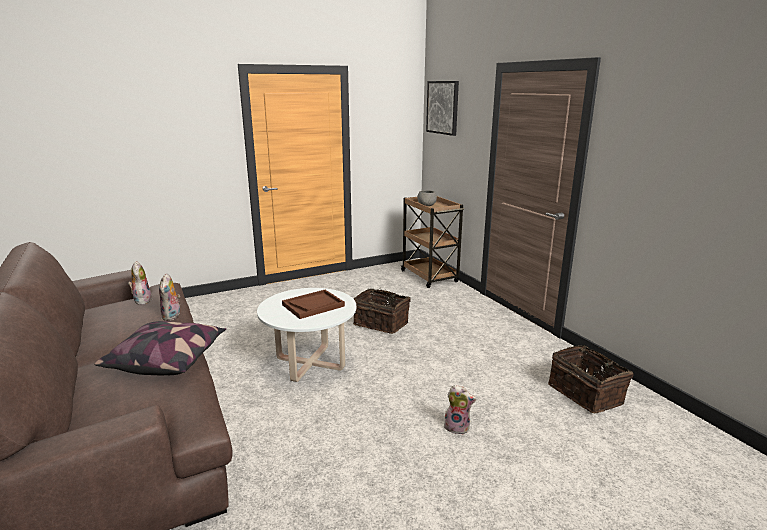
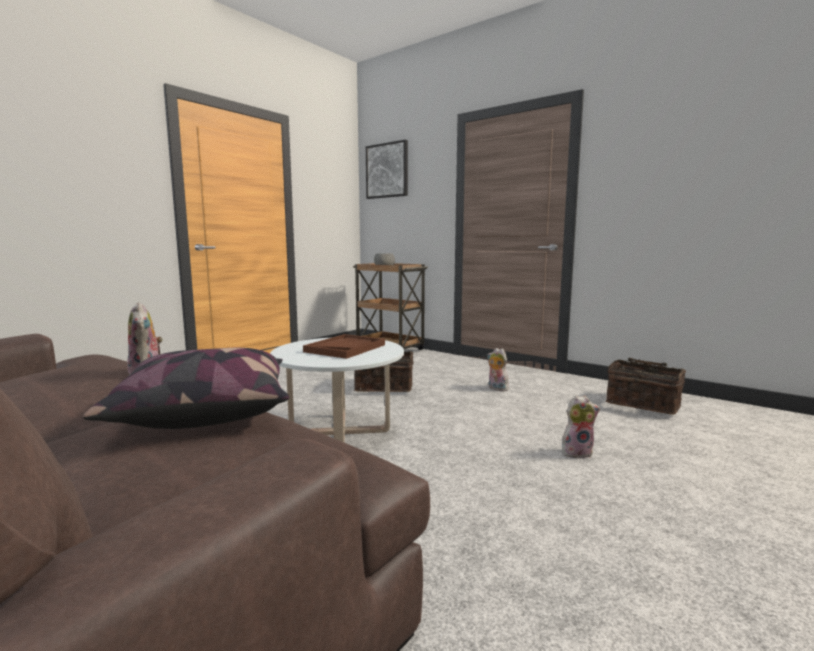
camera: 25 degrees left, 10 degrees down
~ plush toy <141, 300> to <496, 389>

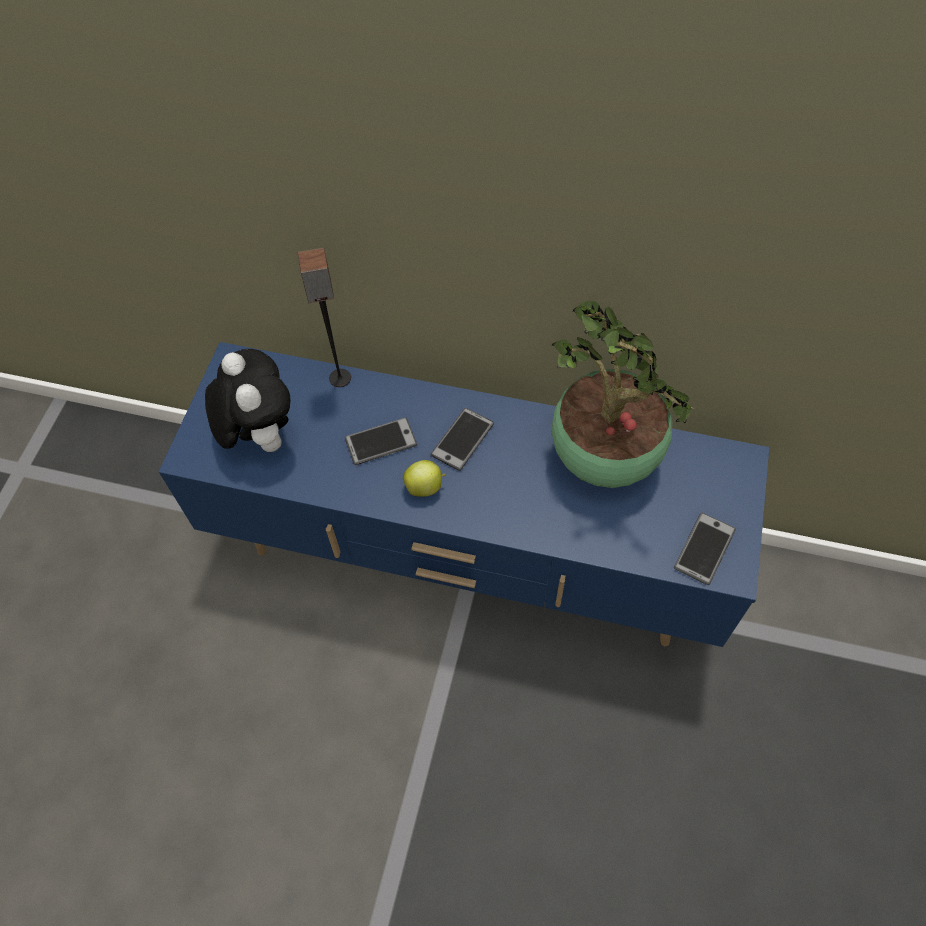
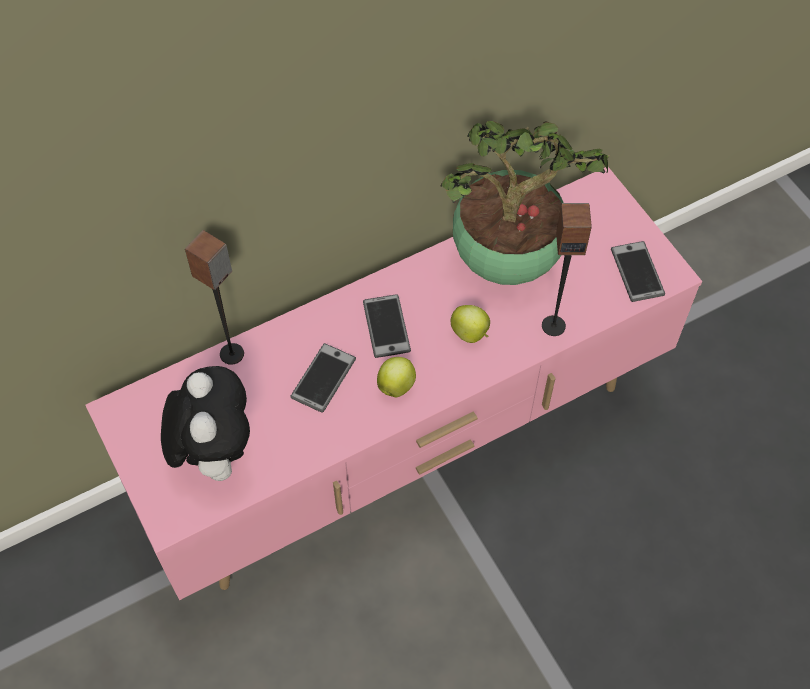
camera: 45 degrees left, 0 degrees up
~ tv stand/blue <469, 558> to tv stand/pink <405, 445>
~ plush toy <259, 435> = <214, 452> 60 degrees clockwise
+ apple <470, 333>
+ speaker <553, 325>

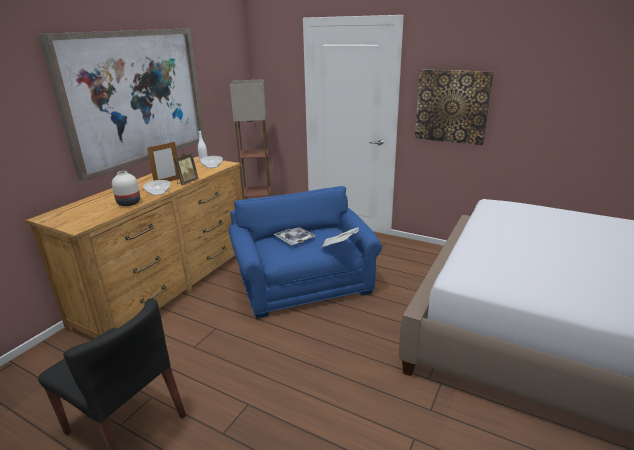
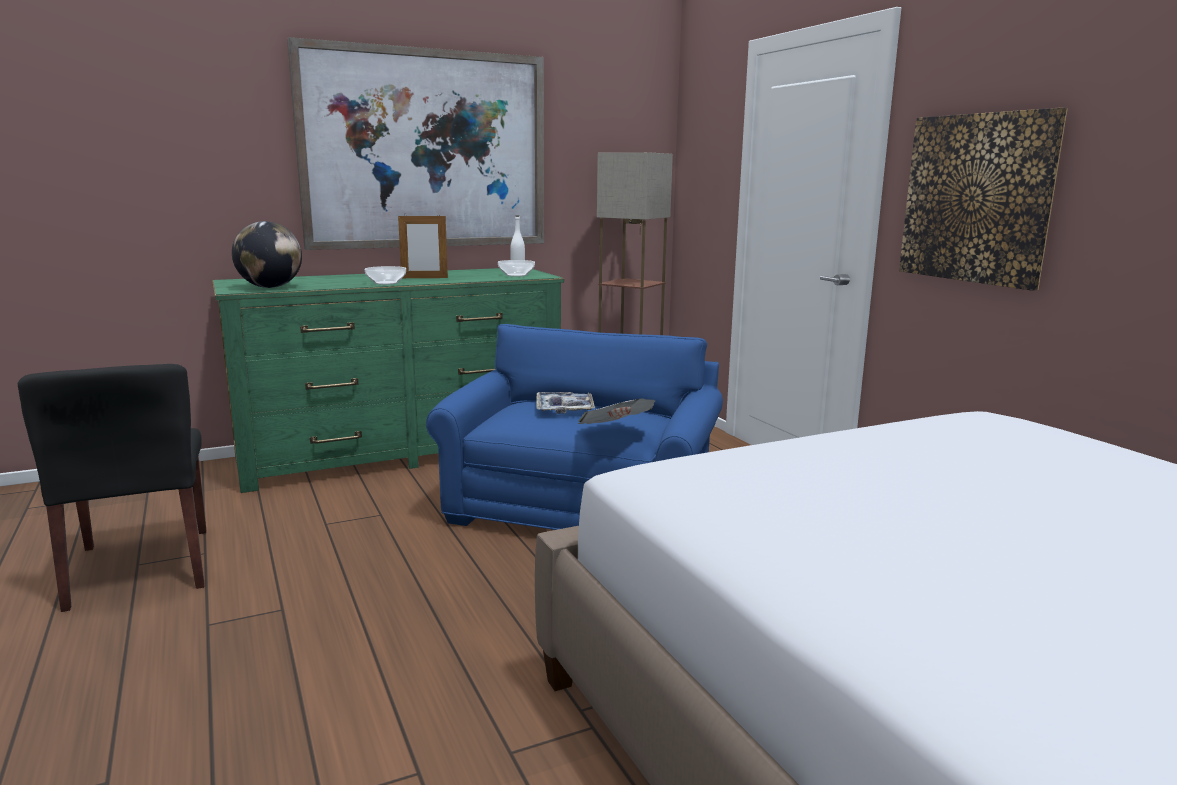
camera: 35 degrees right, 10 degrees down
~ dresser/brown <169, 285> to dresser/green <402, 452>
+ globe <270, 287>
- vase/white <129, 203>
- picture frame <187, 182>

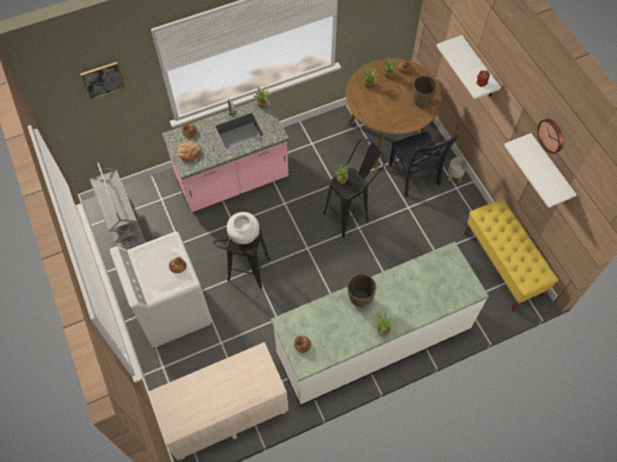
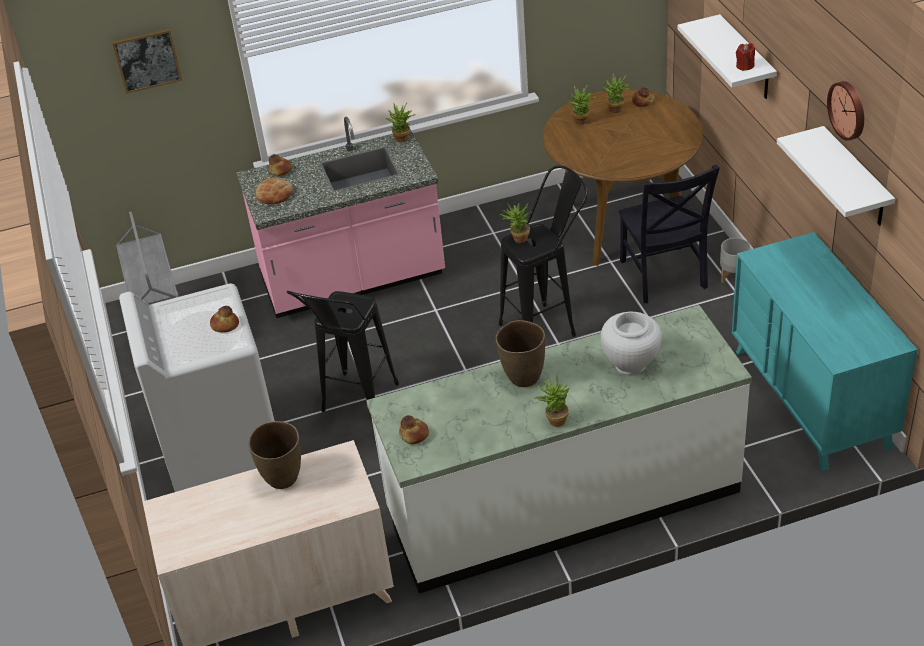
camera: 10 degrees right, 20 degrees down
~ vase/brown <421, 102> to <283, 479>
~ vase/white <244, 237> to <630, 364>
~ bench/yellow <502, 264> to dresser/turquoise <811, 398>

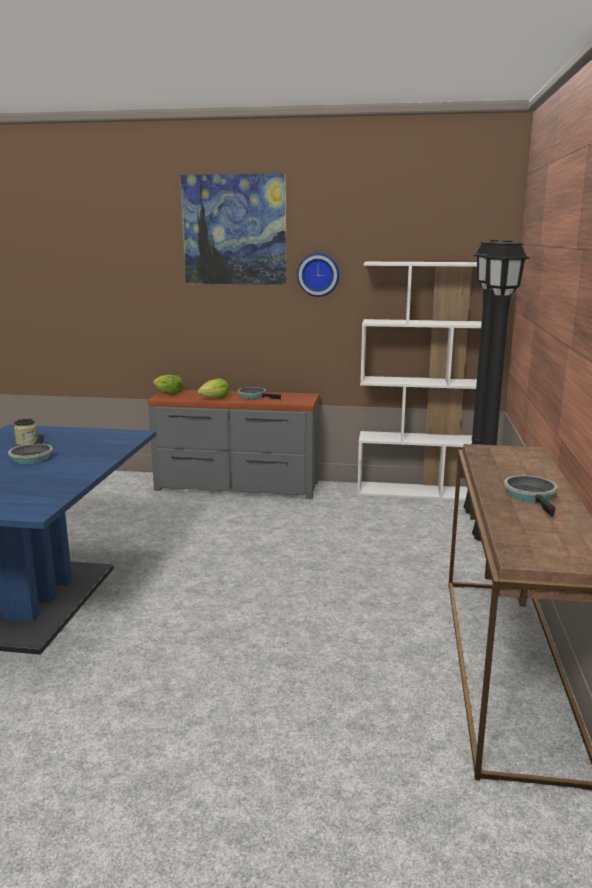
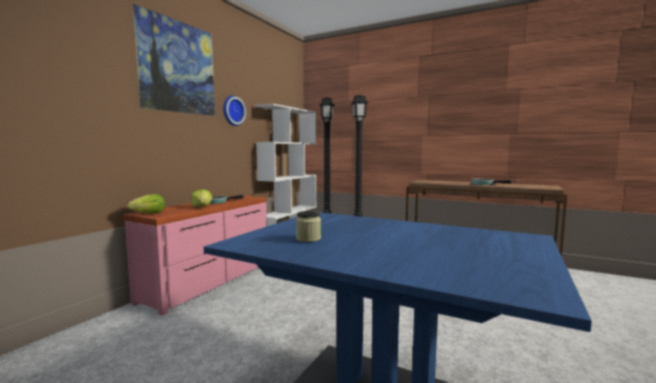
camera: 70 degrees left, 10 degrees down
~ dresser/grey <237, 487> to dresser/pink <210, 282>
- frying pan <32, 457>

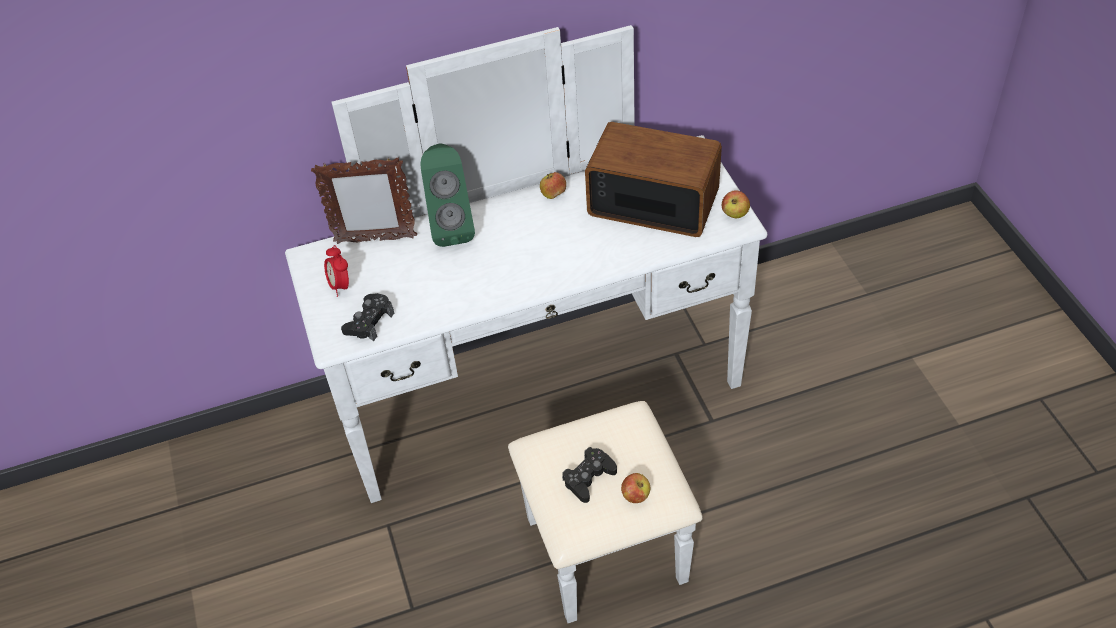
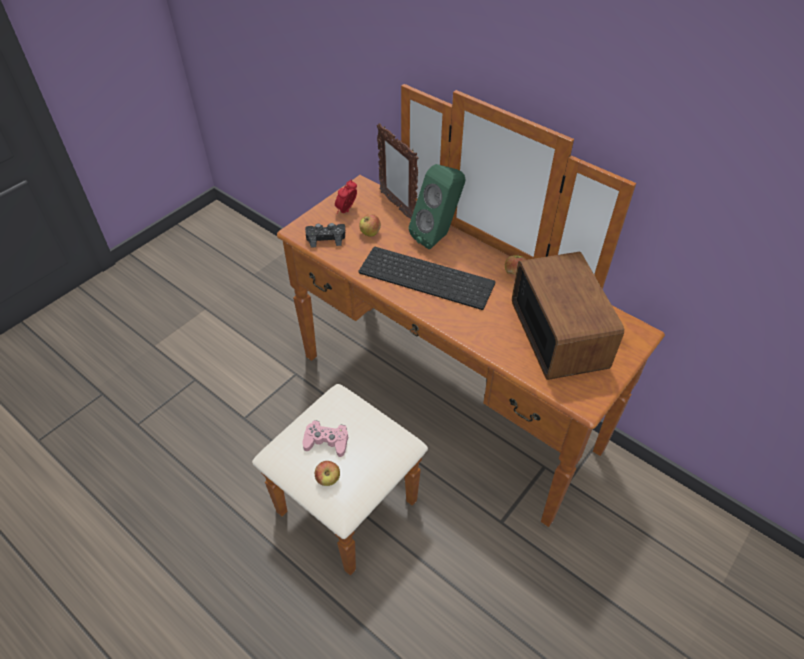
camera: 55 degrees right, 0 degrees up
~ dresser/white <556, 427> to dresser/brown <427, 424>
~ game controller/black <588, 478> to game controller/pink <326, 441>
~ apple <735, 214> to <370, 233>
+ keyboard <428, 276>

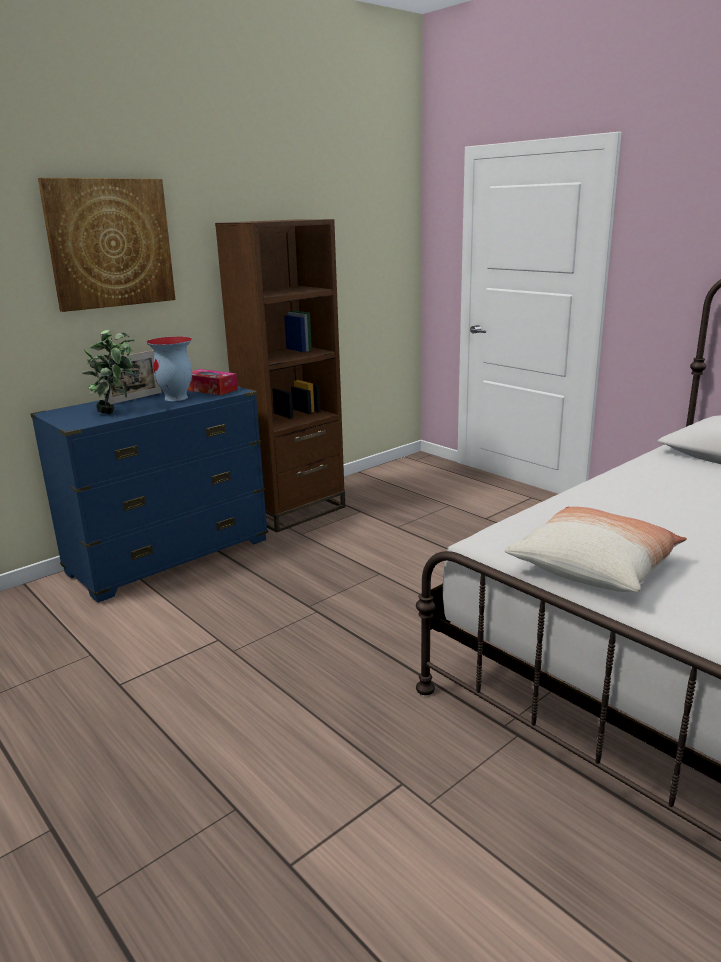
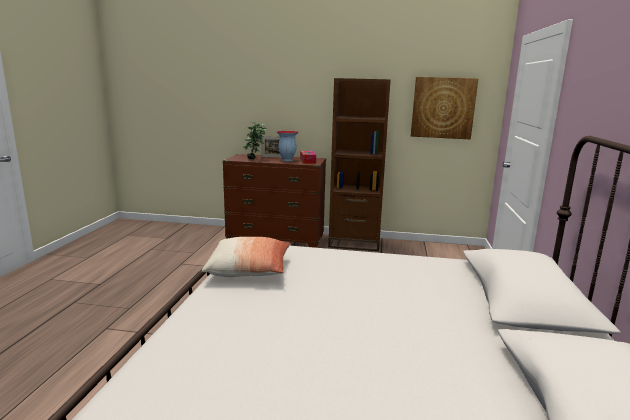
camera: 50 degrees right, 5 degrees down
~ dresser/blue <169, 557> to dresser/brown <276, 238>
~ picture <110, 243> to <443, 108>

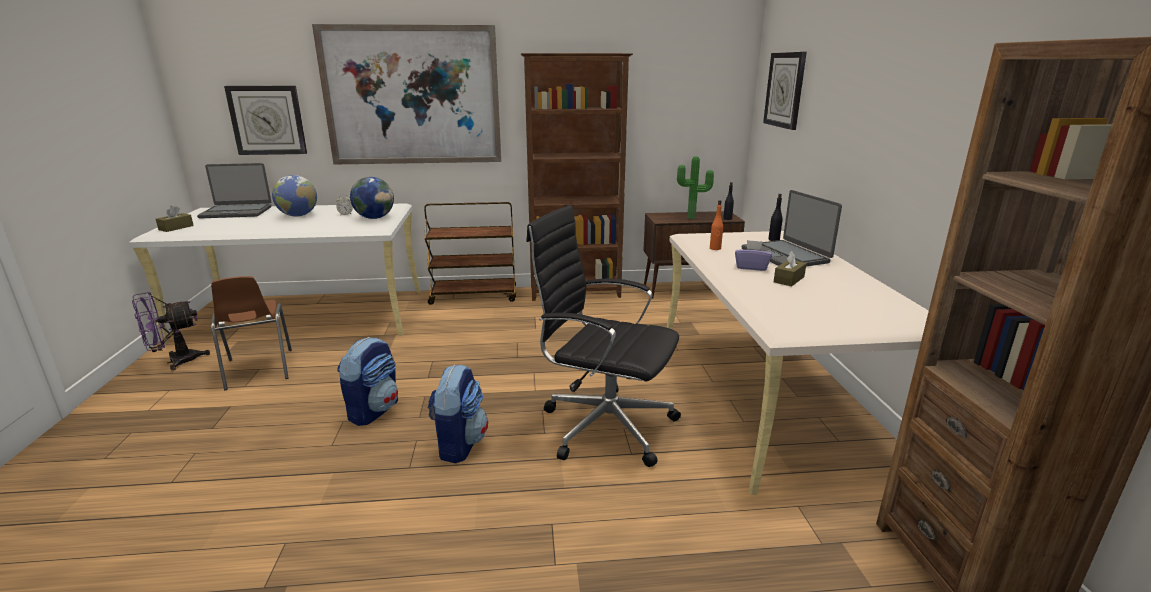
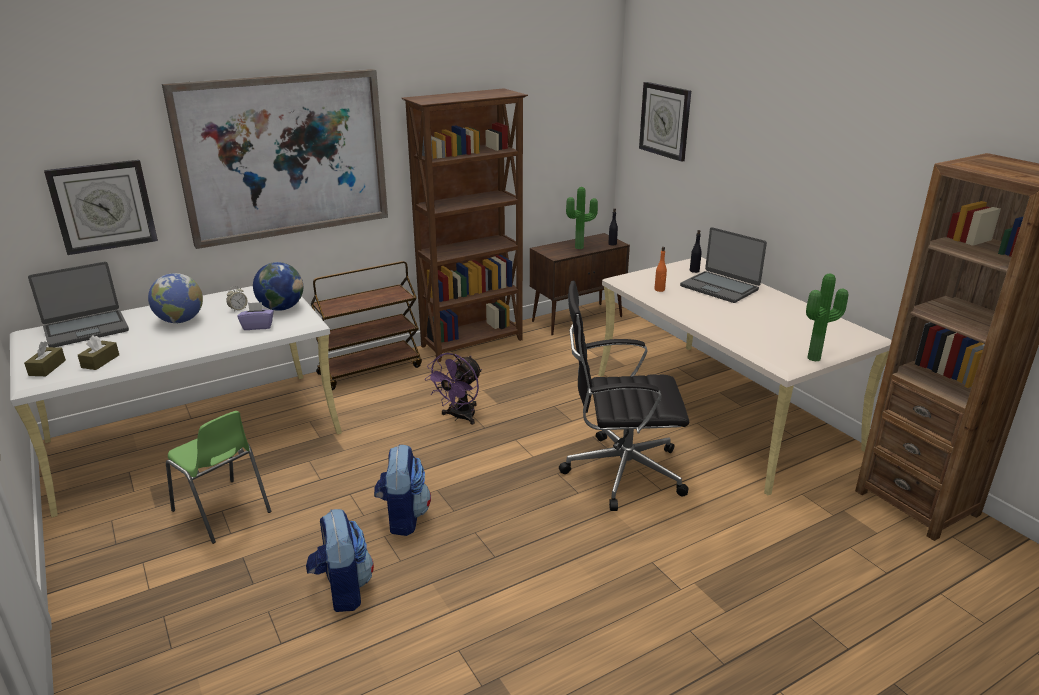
camera: 25 degrees left, 5 degrees up
~ tissue box/brown <789, 279> to <100, 361>
~ chair/brown <258, 369> to chair/green <222, 511>
~ tissue box/purple <751, 267> to <258, 326>
~ backpack <459, 444> to <343, 589>
~ fan/purple <176, 361> to <459, 417>
+ potted plant <816, 359>

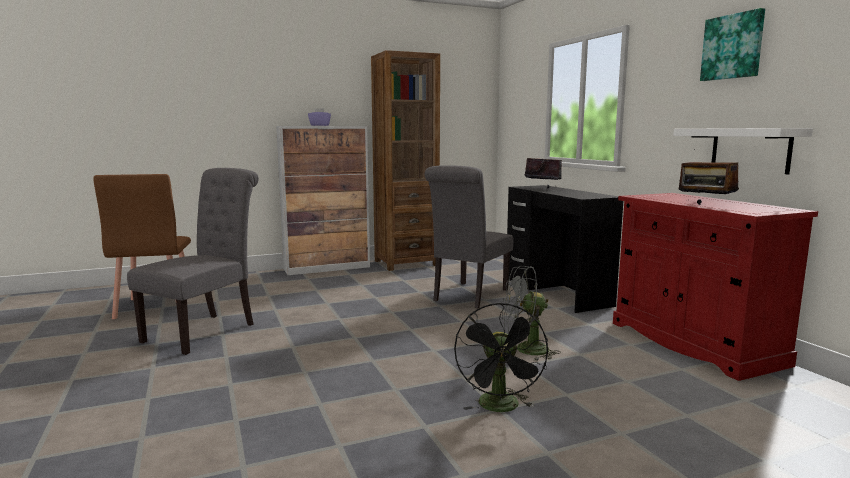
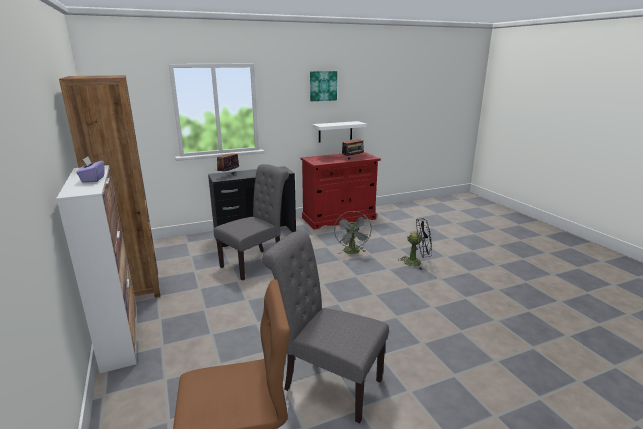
camera: 90 degrees left, 10 degrees up
~ chair/grey <468, 296> = <256, 263> 75 degrees counterclockwise

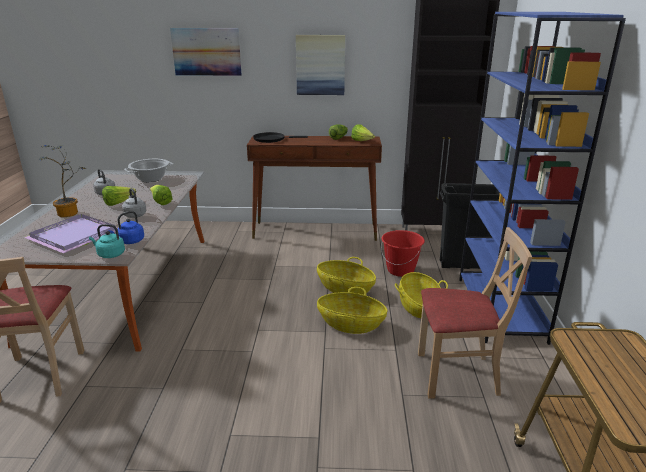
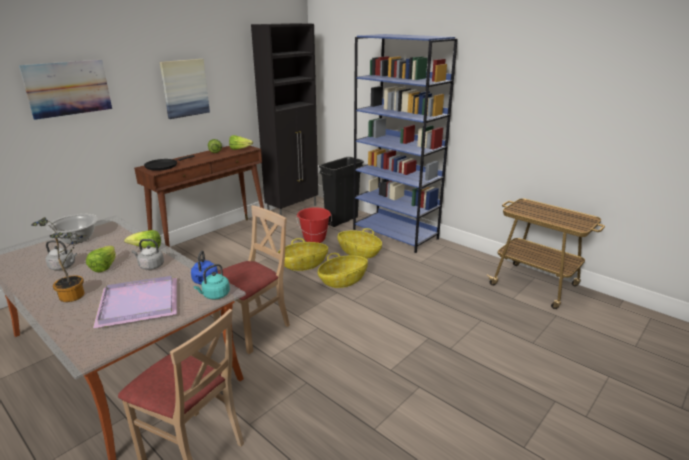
camera: 50 degrees left, 0 degrees up
~ chair/beige <457, 375> to <254, 329>

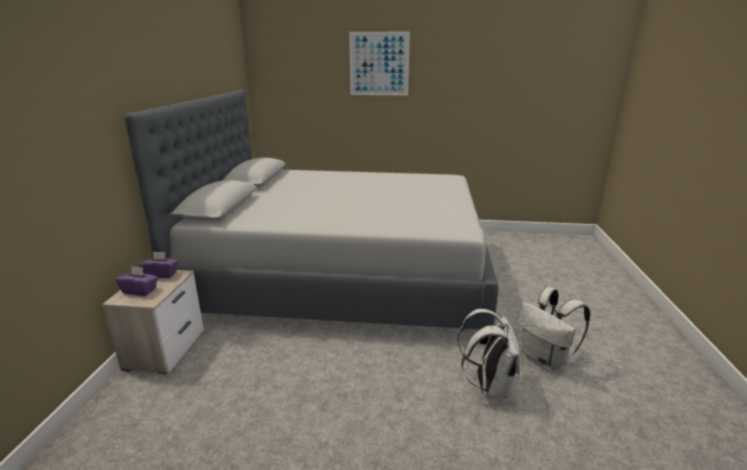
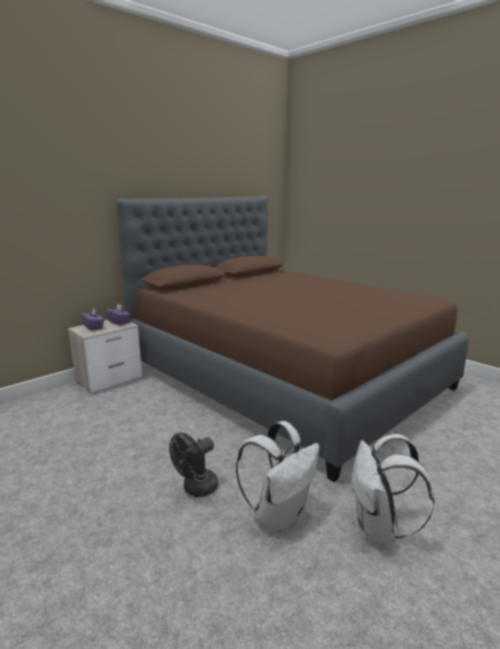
camera: 40 degrees right, 5 degrees down
~ bed/grey <343, 276> to bed/brown <284, 376>
+ fan/black <196, 489>
- picture <379, 64>

